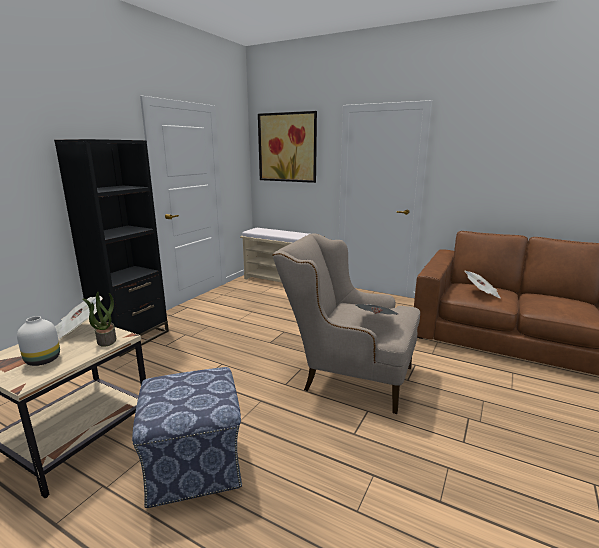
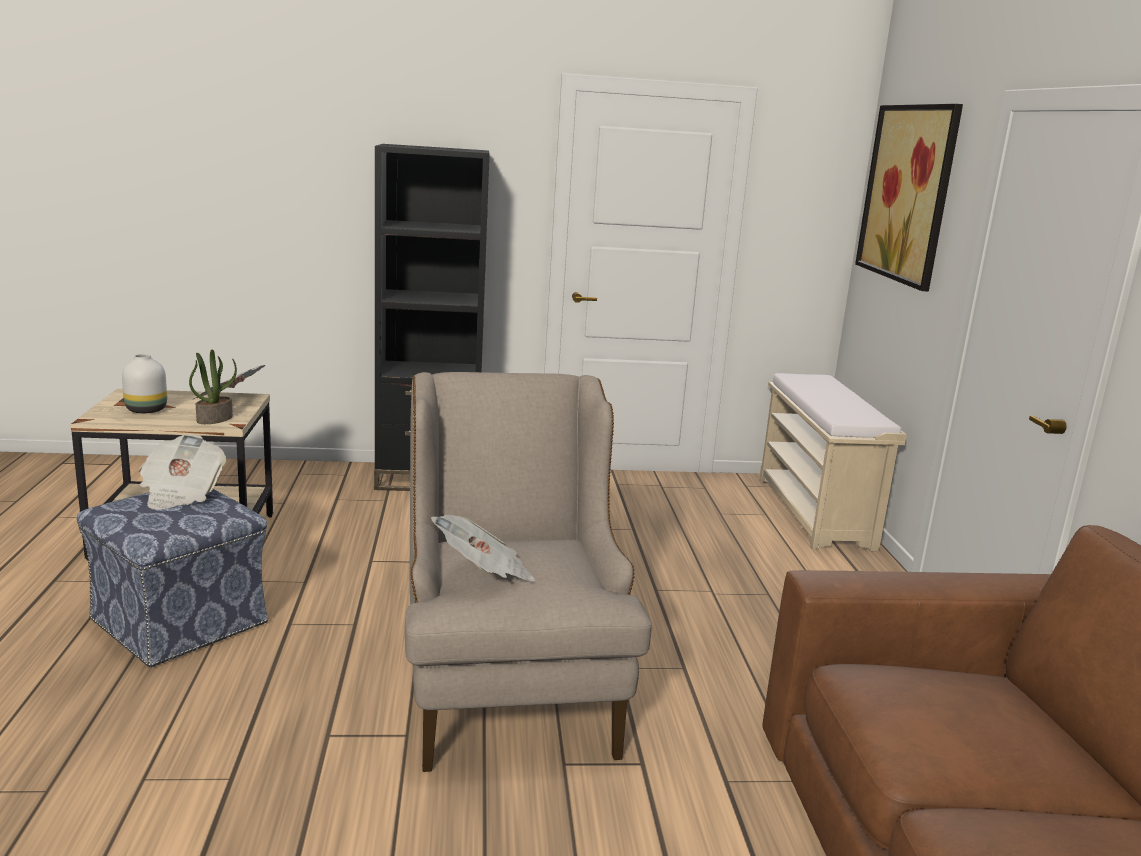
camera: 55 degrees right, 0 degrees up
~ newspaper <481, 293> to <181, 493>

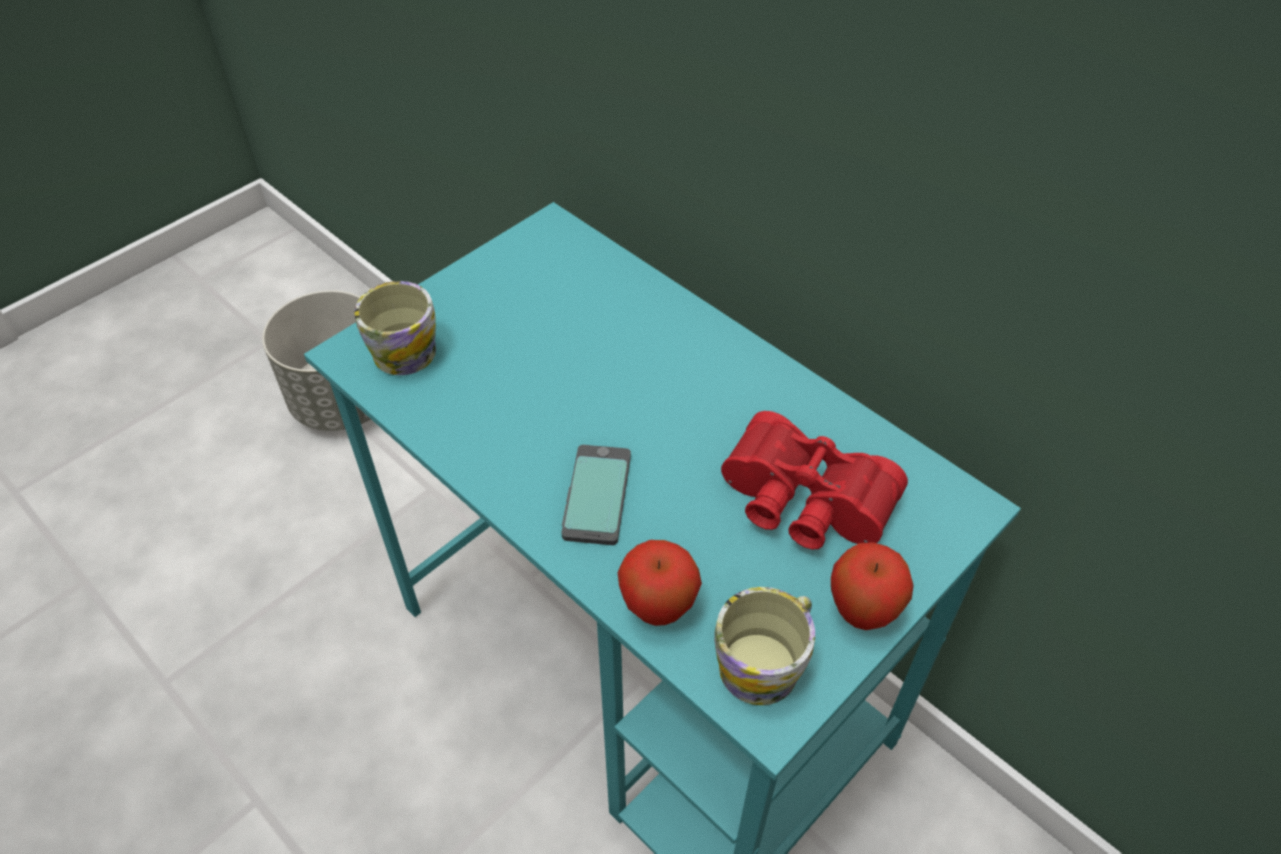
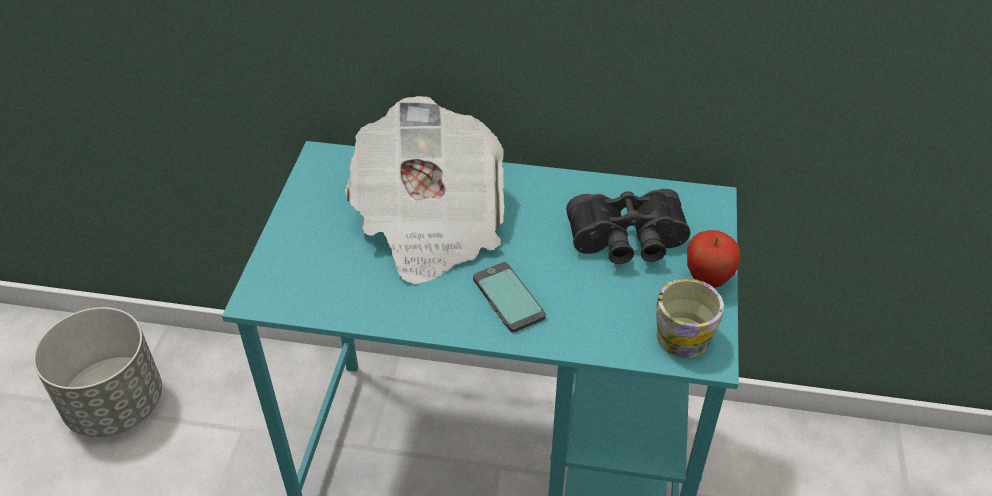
camera: 35 degrees left, 5 degrees down
+ newspaper <429, 223>
~ binoculars/red <803, 504> to binoculars/black <628, 242>
- mug <403, 347>
- apple <658, 608>

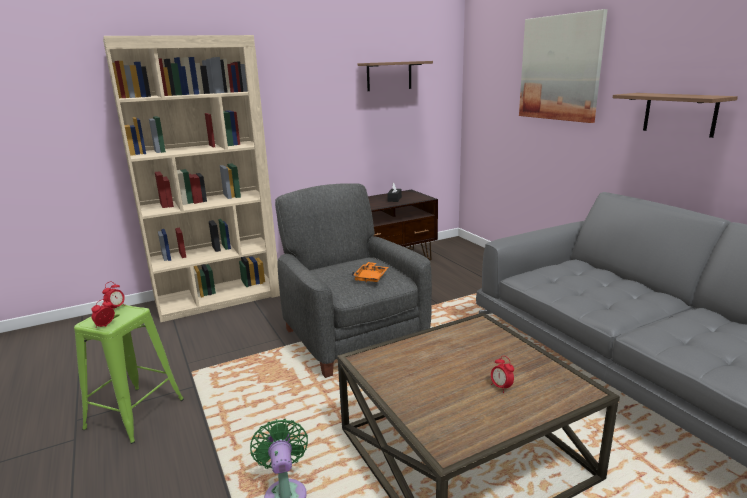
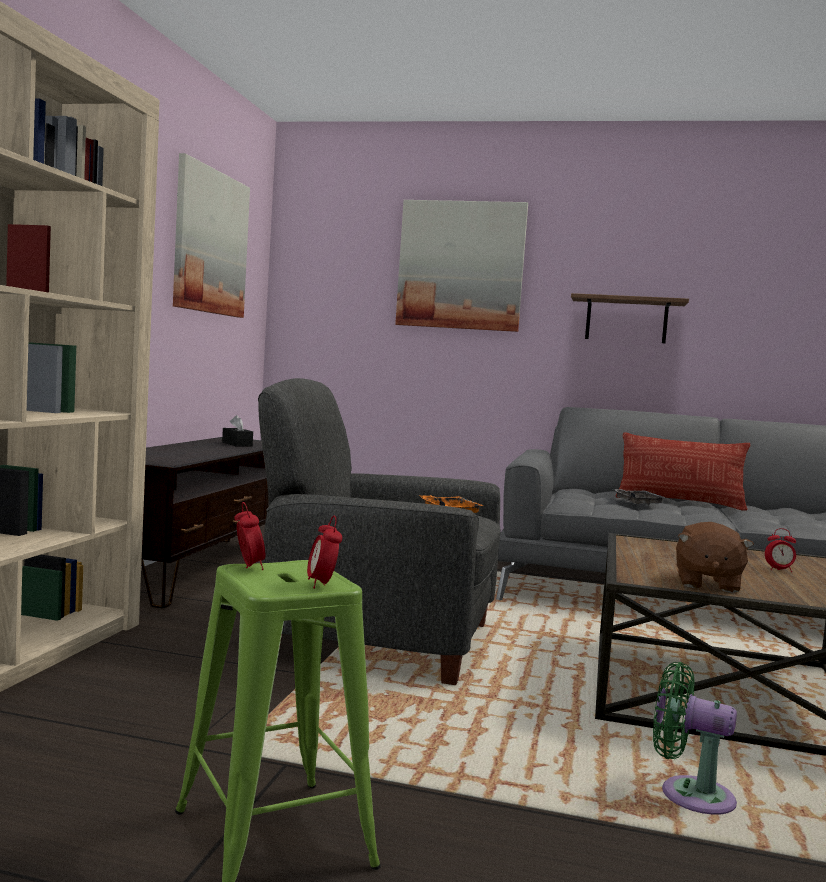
camera: 50 degrees left, 15 degrees down
~ shelf <389, 76> to picture <210, 242>
+ tray/grey <637, 503>
+ pillow <679, 503>
+ plush toy/brown <706, 584>

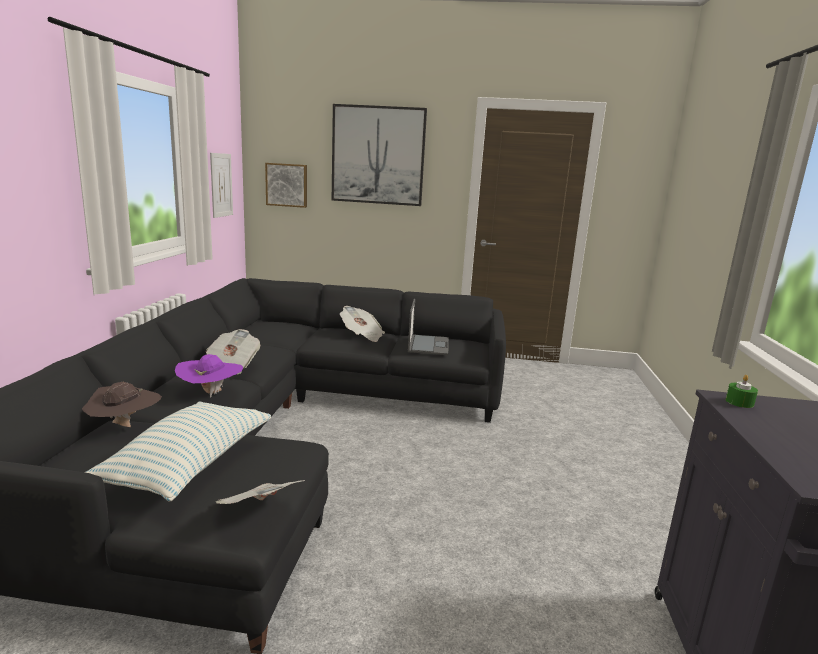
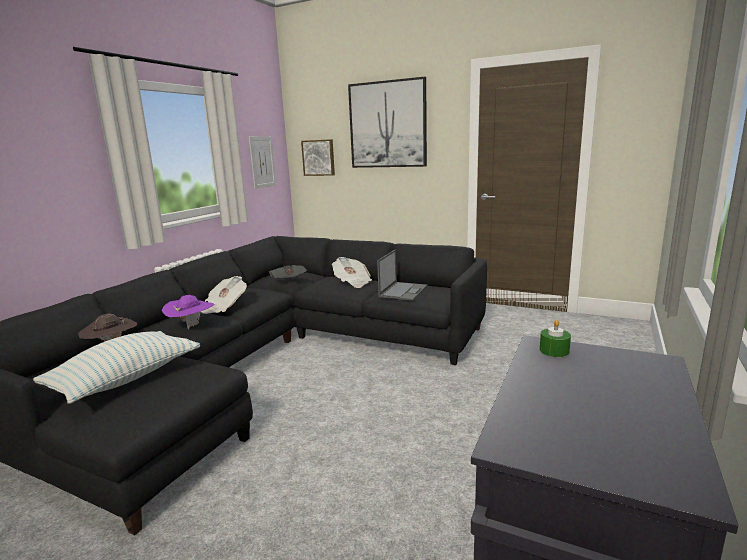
camera: 20 degrees right, 0 degrees up
~ newspaper <261, 512> to <289, 282>

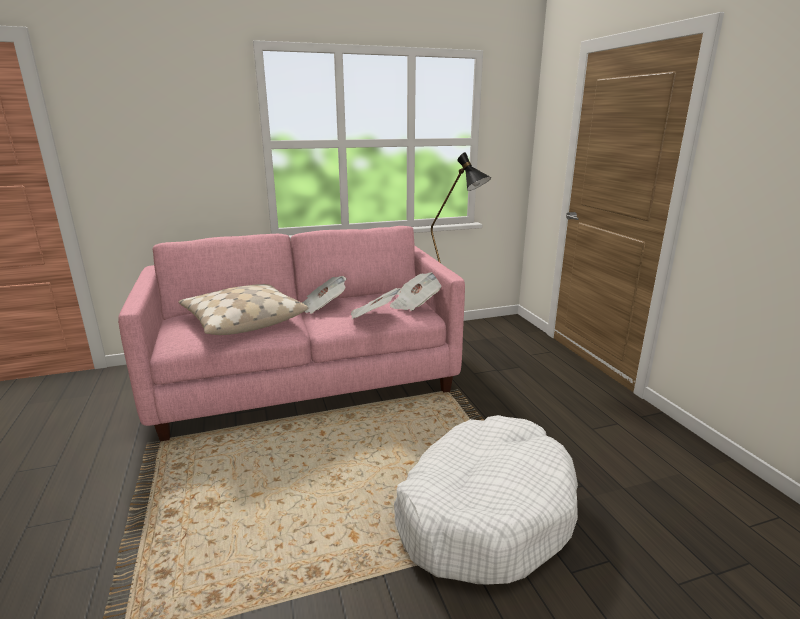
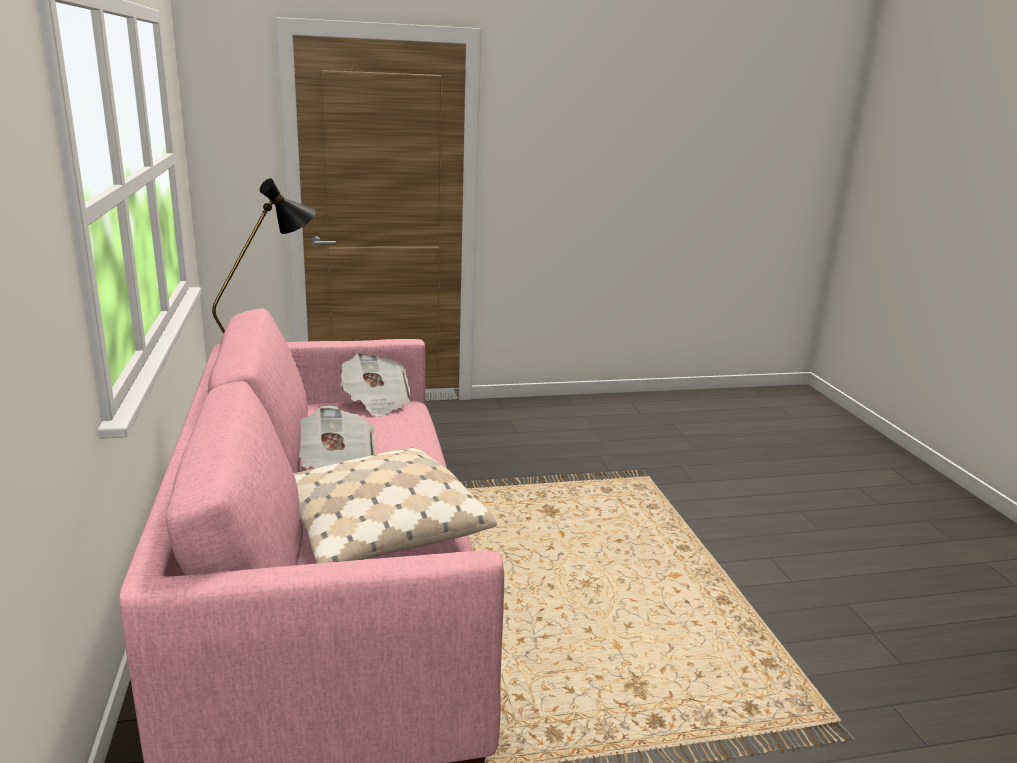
camera: 85 degrees left, 0 degrees up
- newspaper <374, 317>
- dog bed/white <484, 512>

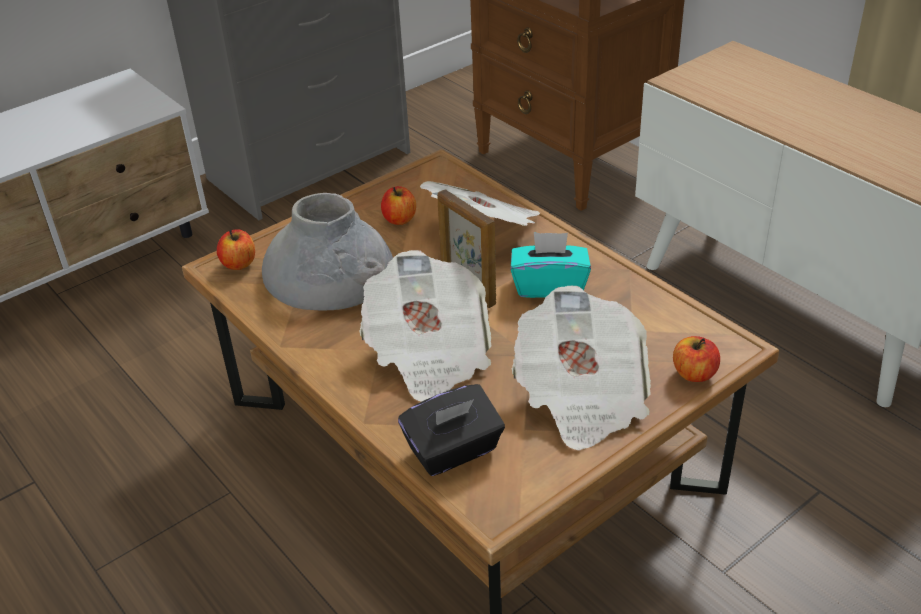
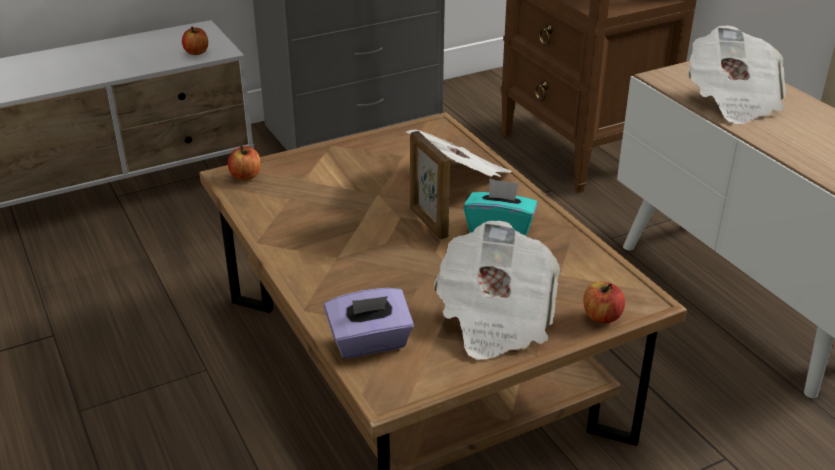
camera: 10 degrees right, 5 degrees down
~ apple <399, 219> to <196, 52>
~ tissue box/black <453, 451> to tissue box/purple <370, 343>
~ newspaper <428, 353> to <732, 101>
- vase/grey <330, 273>

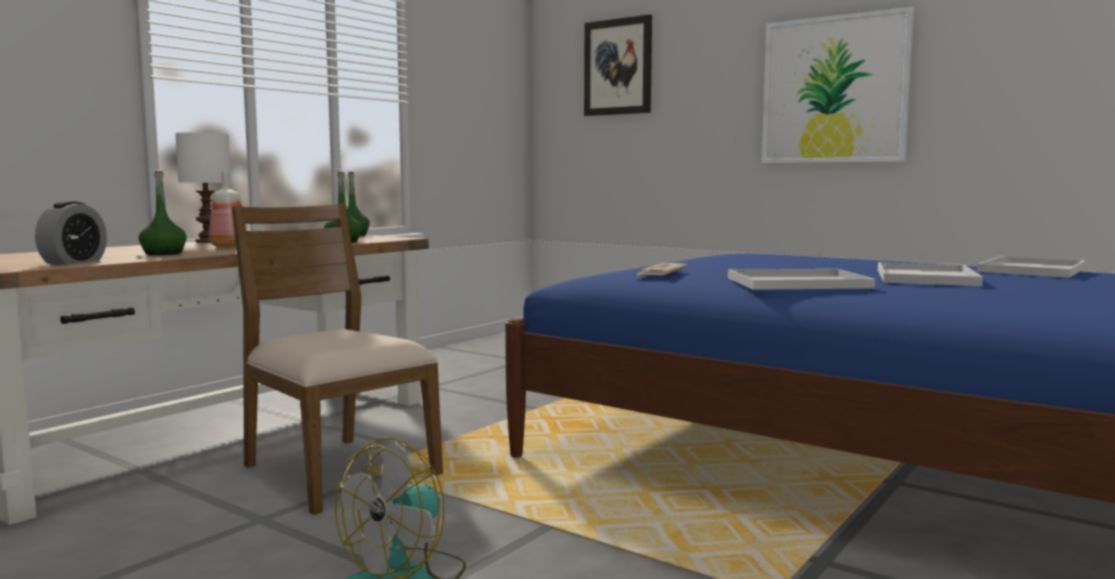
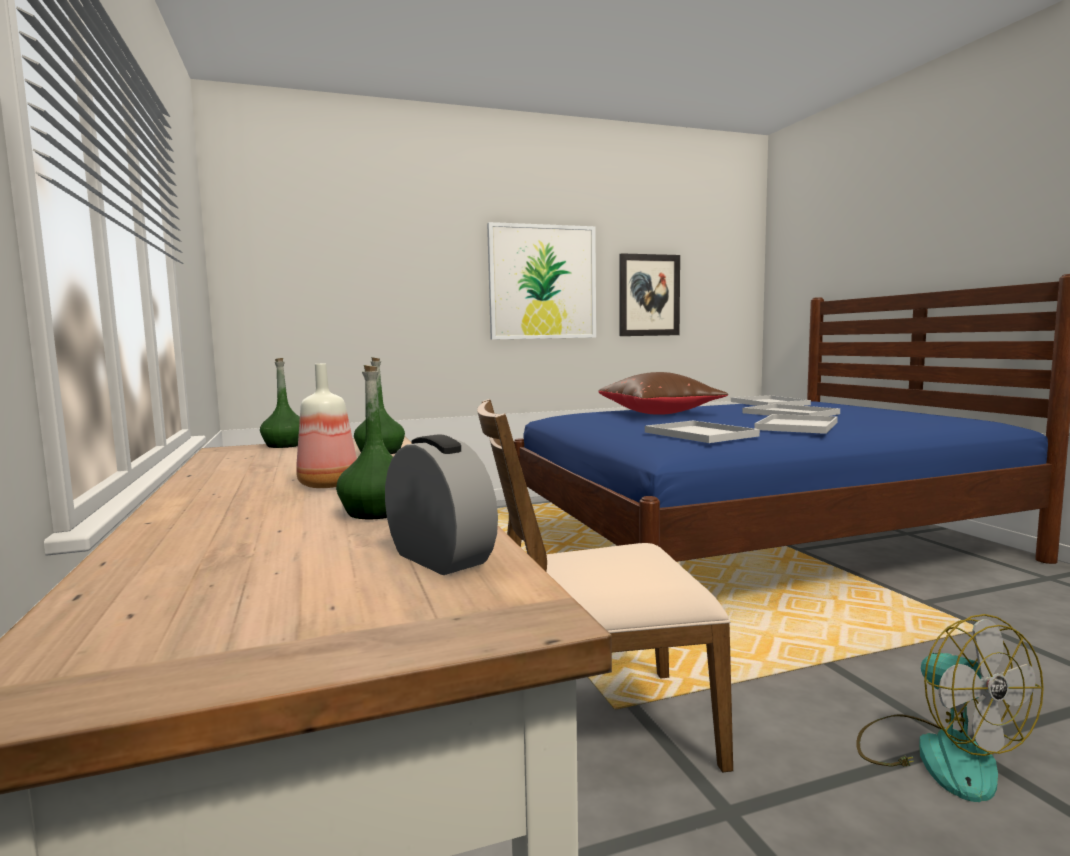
camera: 55 degrees left, 0 degrees up
+ pillow/brown <660, 413>
~ picture <618, 67> to <649, 295>
~ newspaper <660, 273> to tray/white <702, 434>
- table lamp/white <207, 241>

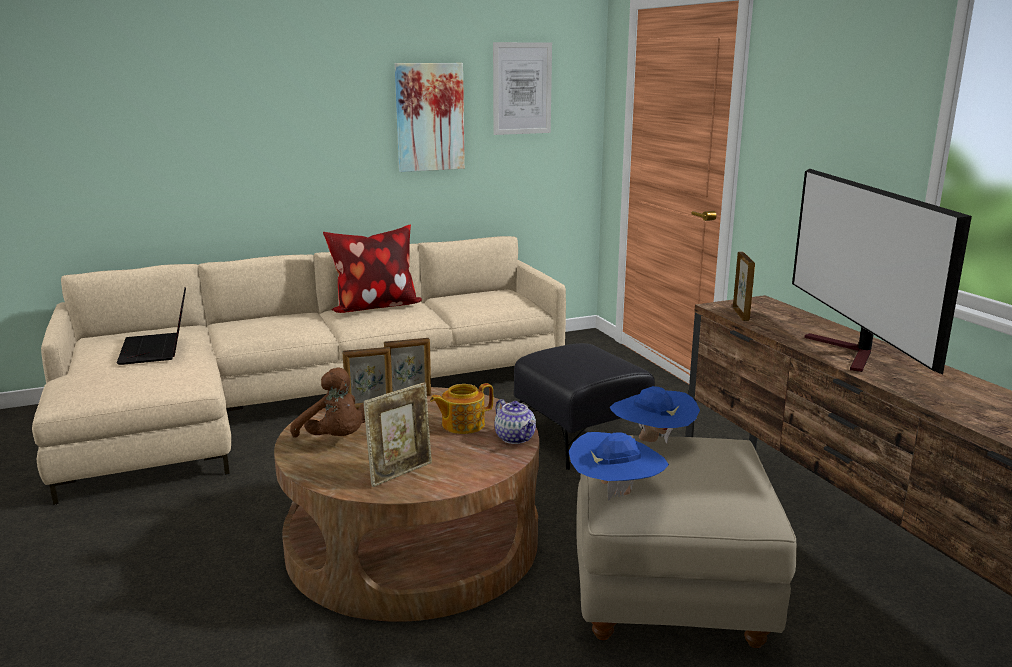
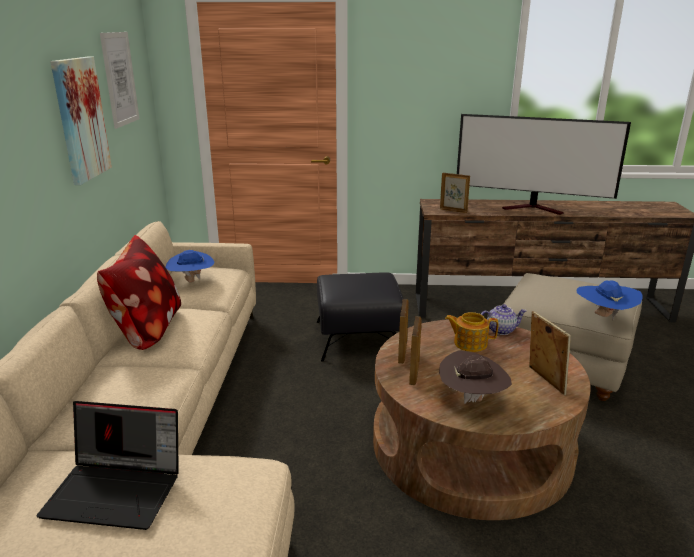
camera: 65 degrees left, 5 degrees up
~ hat/blue <652, 441> to <191, 281>
~ plush toy/brown <335, 439> to hat/brown <472, 398>
~ teapot <462, 425> = <469, 343> 105 degrees clockwise

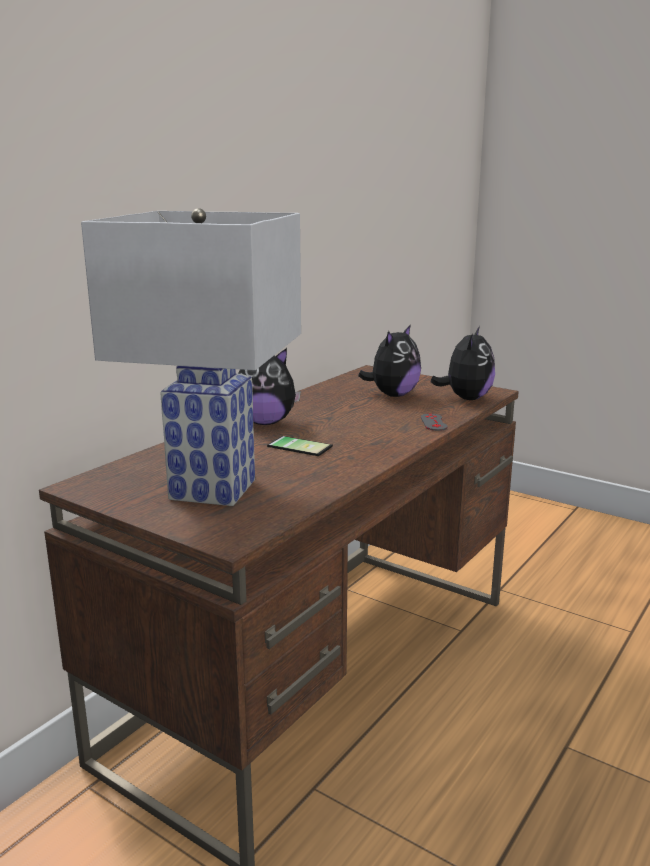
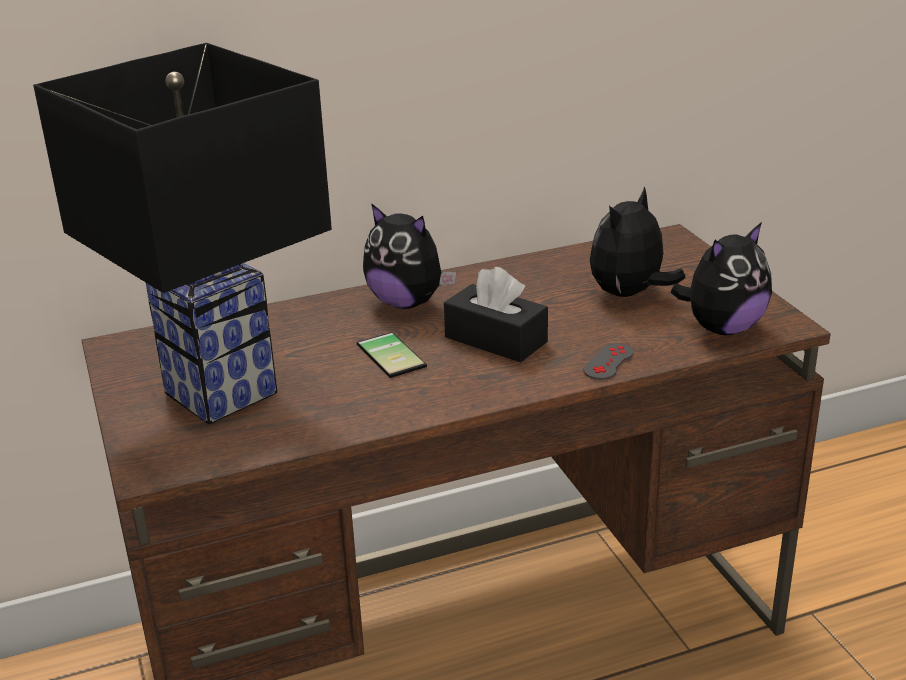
camera: 35 degrees right, 10 degrees up
~ table lamp/white <210, 490> to table lamp/black <218, 393>
+ tissue box/black <496, 339>
~ plush toy <393, 395> = <629, 294> 150 degrees clockwise

